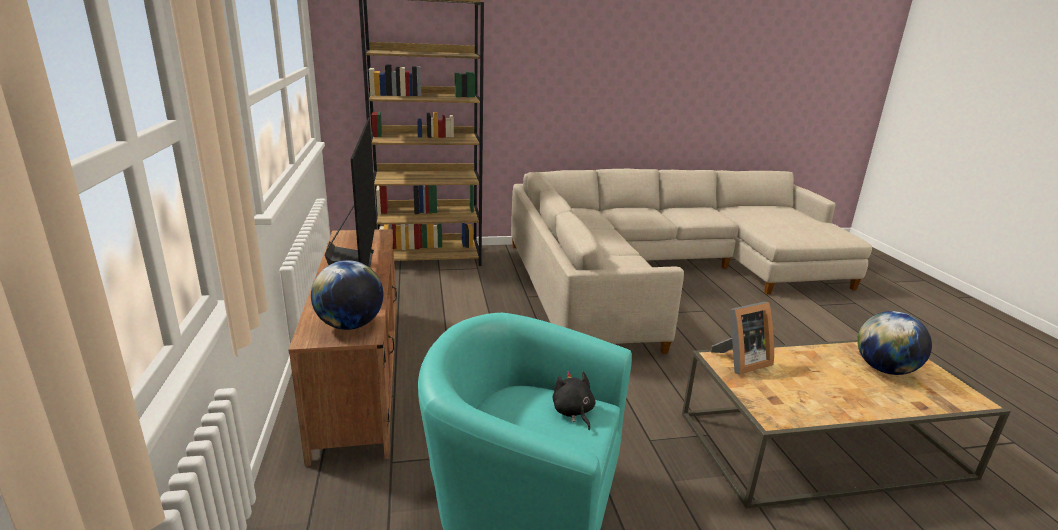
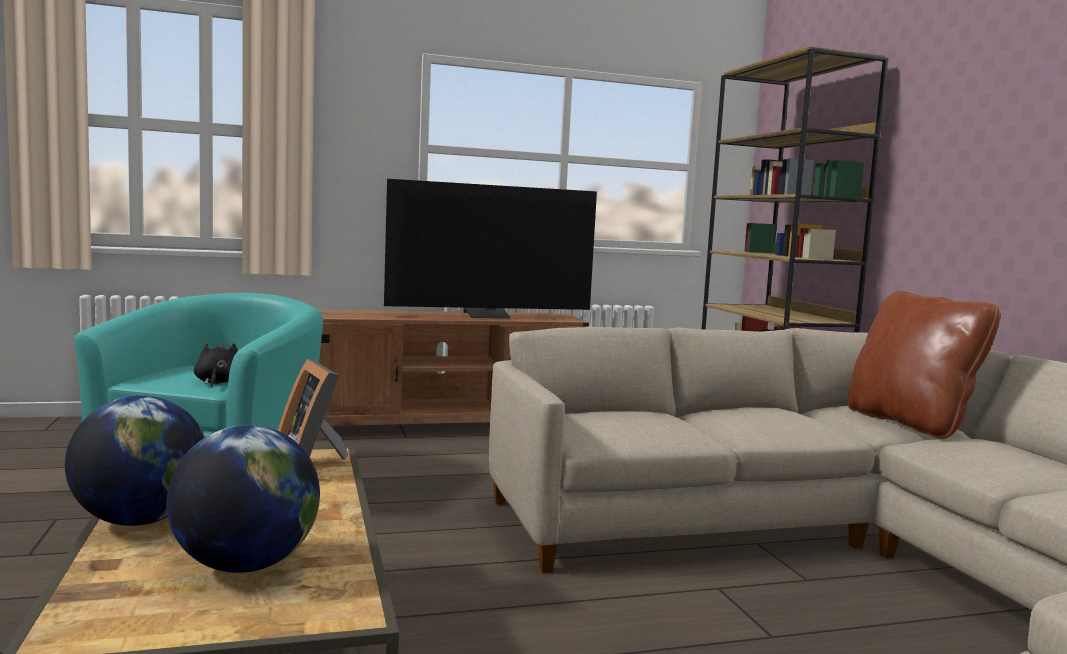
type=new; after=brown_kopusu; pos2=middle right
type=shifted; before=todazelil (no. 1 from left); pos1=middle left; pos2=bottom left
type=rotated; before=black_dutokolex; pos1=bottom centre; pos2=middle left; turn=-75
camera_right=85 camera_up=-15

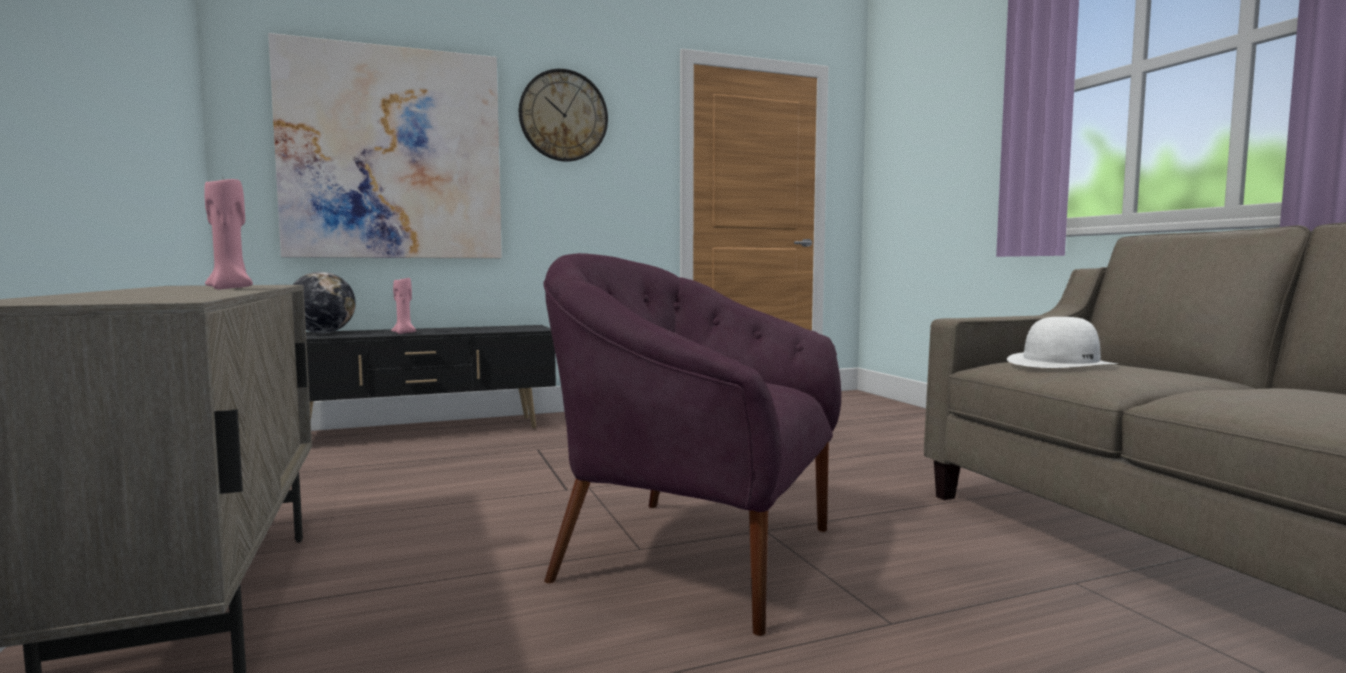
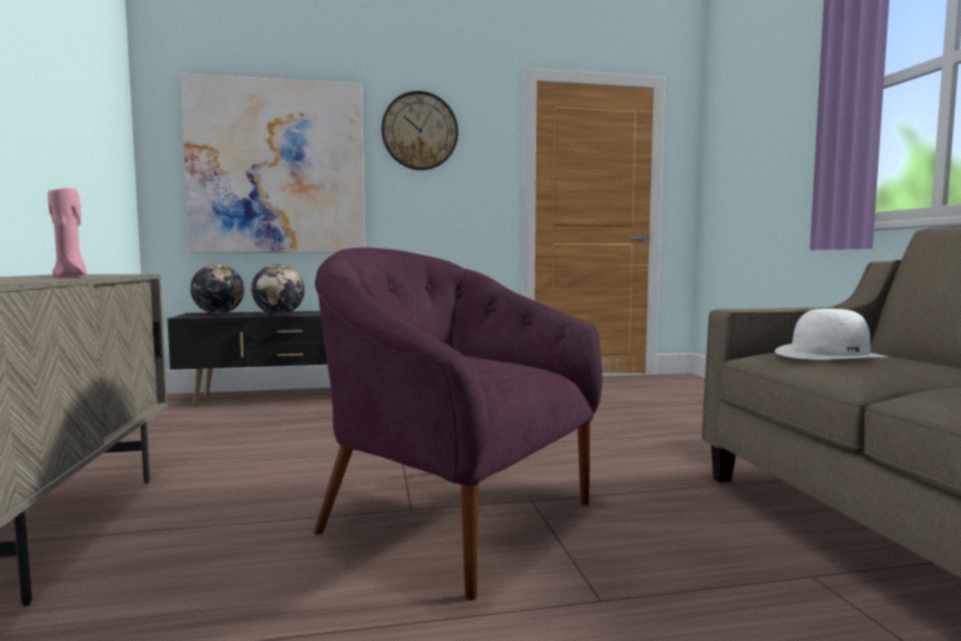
type=swapped; before=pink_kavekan (no. 2 from left); after=todazelil (no. 2 from left); pos1=middle left; pos2=middle left
camera_right=10 camera_up=0

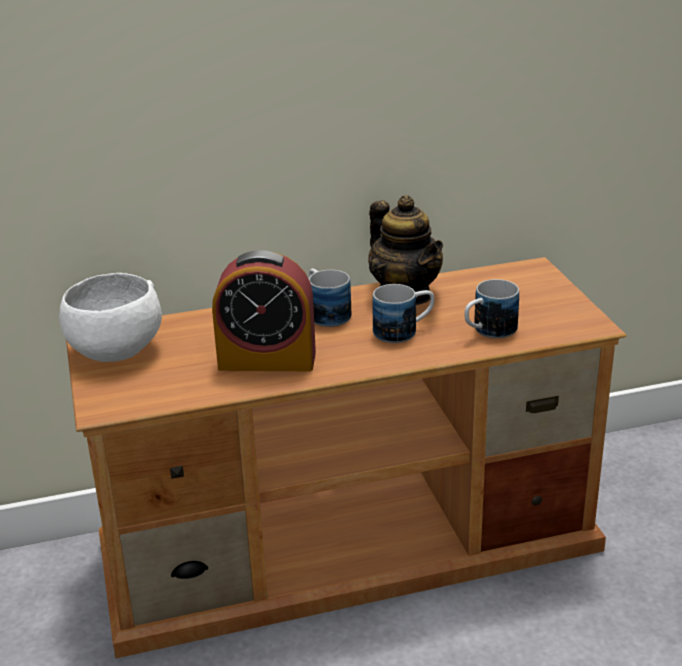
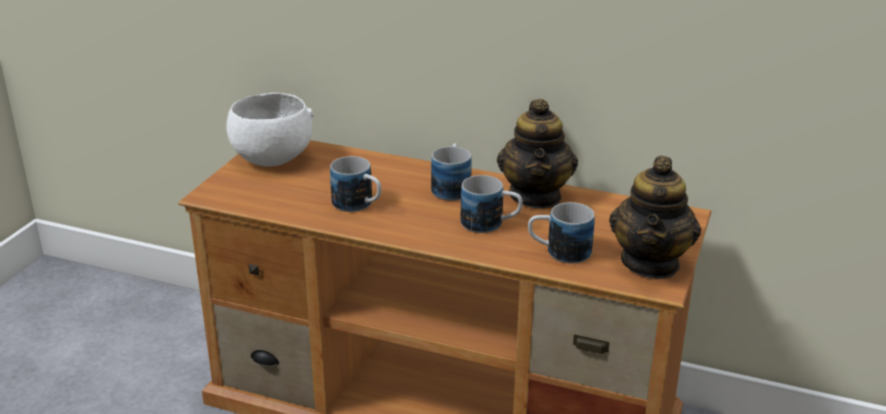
type=new; after=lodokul (no. 2 from left); pos2=middle right
type=swapped; before=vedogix; after=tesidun (no. 1 from left); pos1=centre; pos2=centre
camera_right=35 camera_up=0

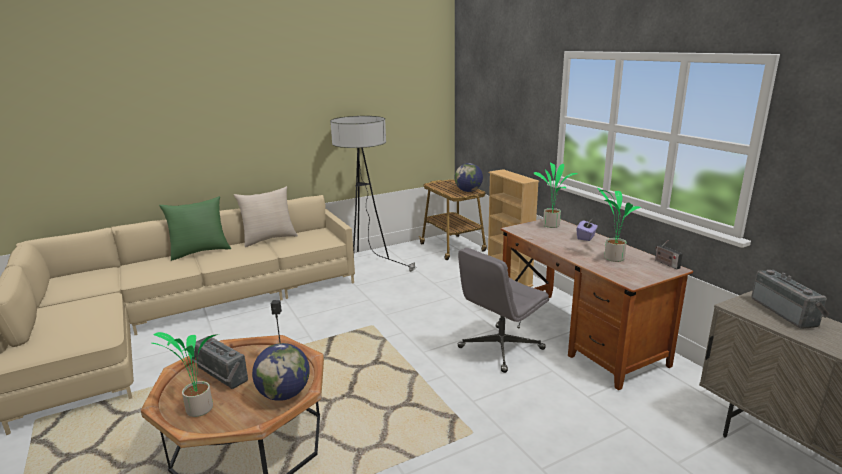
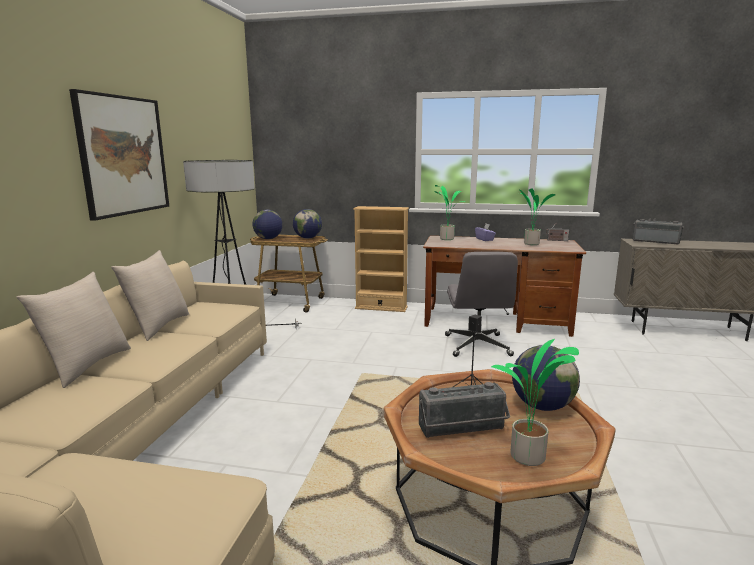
type=new; after=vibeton; pos2=top left
type=new; after=todazelil (no. 1 from left); pos2=centre
type=repainted; before=green_kopusu; after=beige_kopusu (no. 1 from left); pos1=middle left; pos2=middle left
camera_right=-50 camera_up=-5

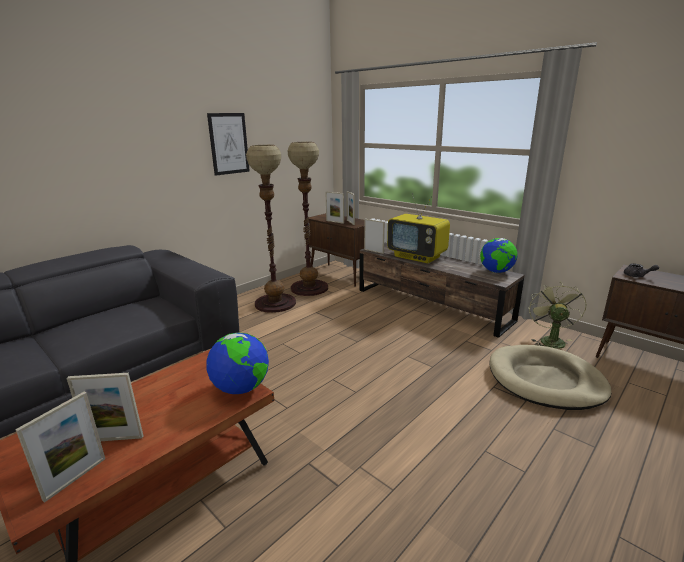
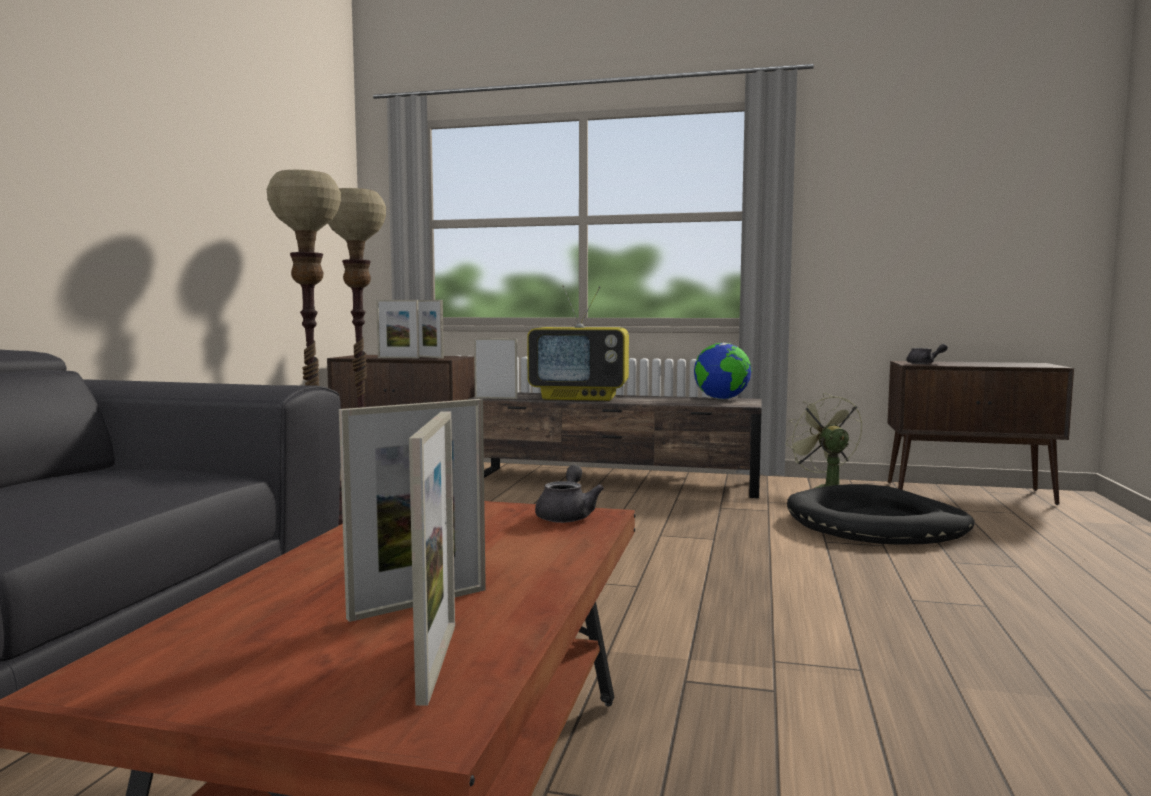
type=gone; before=vibeton; pos1=top centre
type=swapped; before=todazelil (no. 1 from left); after=grey_lodokul (no. 1 from left); pos1=centre; pos2=centre
type=repainted; before=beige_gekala; after=black_gekala; pos1=bottom right; pos2=middle right
camera_right=-30 camera_up=-15

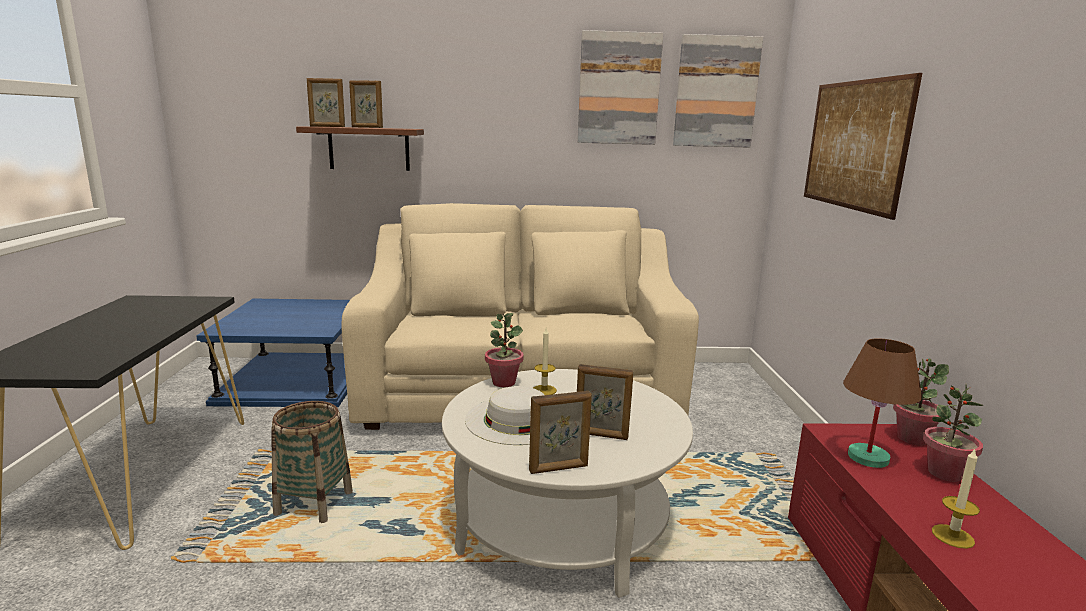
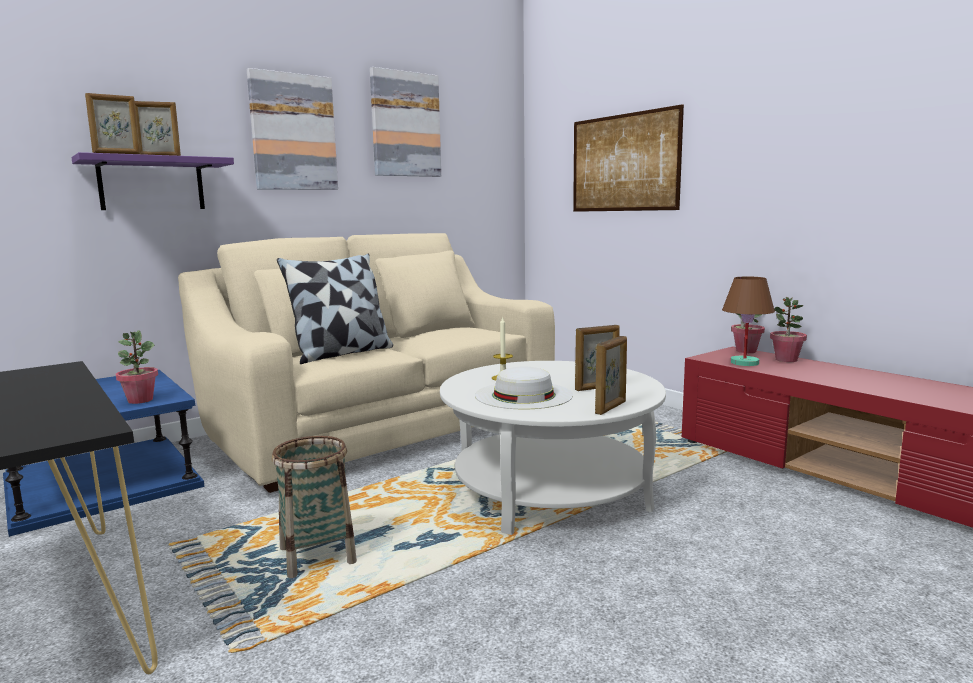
type=gone; before=kavekan (no. 2 from left); pos1=bottom right
type=new; after=kopusu; pos2=centre
type=shifted; before=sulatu (no. 1 from left); pos1=centre; pos2=middle left
type=shifted; before=vibeton (no. 2 from left in the first image); after=vibeton (no. 1 from left); pos1=top centre; pos2=top left
type=repainted; before=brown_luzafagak; after=purple_luzafagak; pos1=top left; pos2=top left
camera_right=-35 camera_up=-5

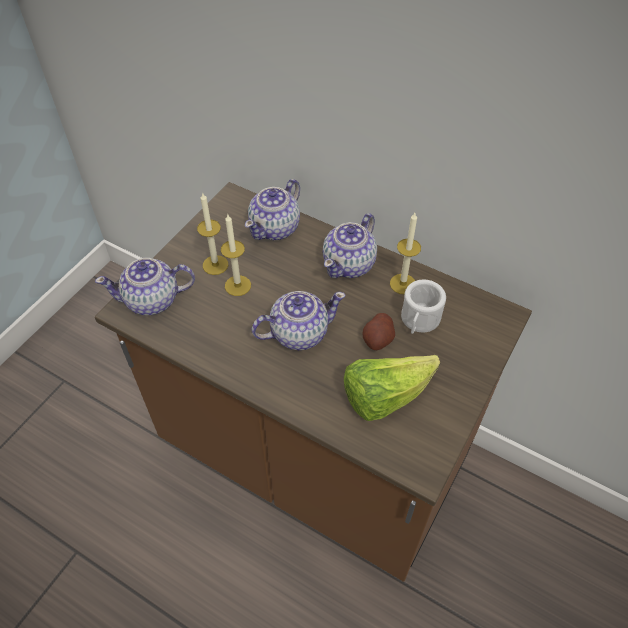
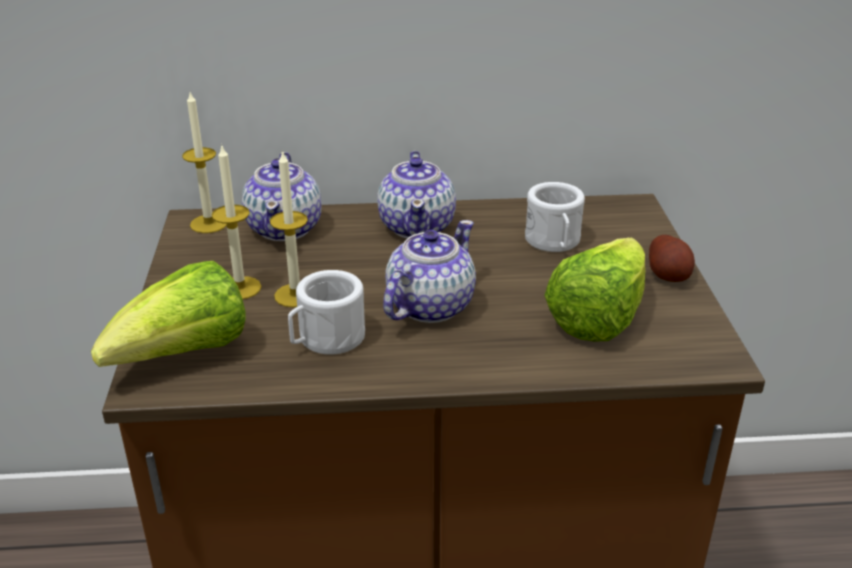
type=new; after=white_tesidun (no. 1 from left); pos2=centre
type=shifted; before=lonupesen; pos1=centre; pos2=middle right
type=shifted; before=kavekan (no. 3 from left in the first image); after=kavekan (no. 1 from left); pos1=centre; pos2=top left
type=swapped; before=lodokul (no. 1 from left); after=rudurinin (no. 1 from left); pos1=middle left; pos2=middle left
camera_right=-35 camera_up=-20

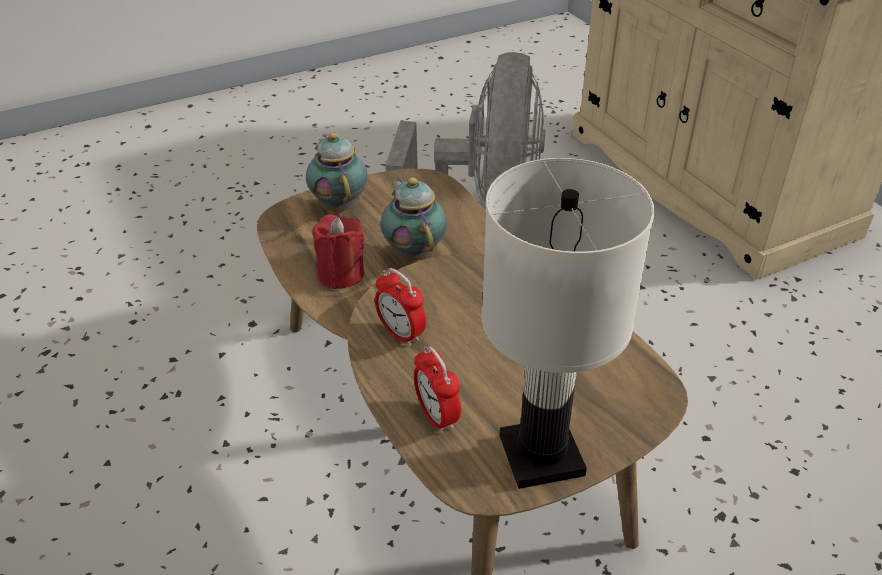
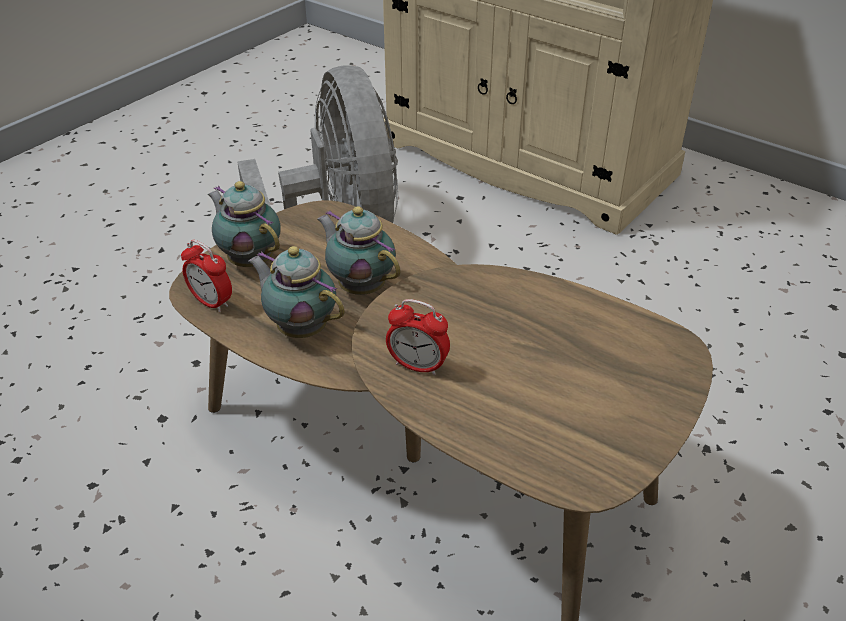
type=gone; before=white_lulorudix; pos1=centre
type=shifted; before=vedogix (no. 2 from left in the first image); after=vedogix (no. 1 from left); pos1=bottom centre; pos2=middle left
type=swapped; before=red_kavekan; after=lodokul (no. 2 from left); pos1=centre; pos2=centre
camera_right=-25 camera_up=0

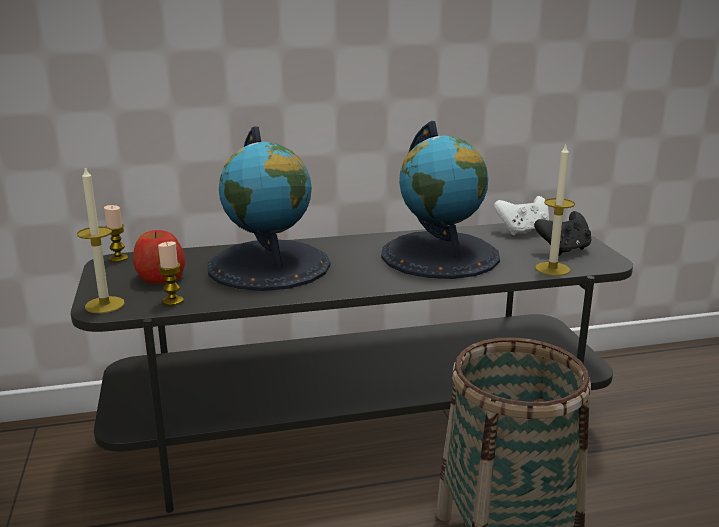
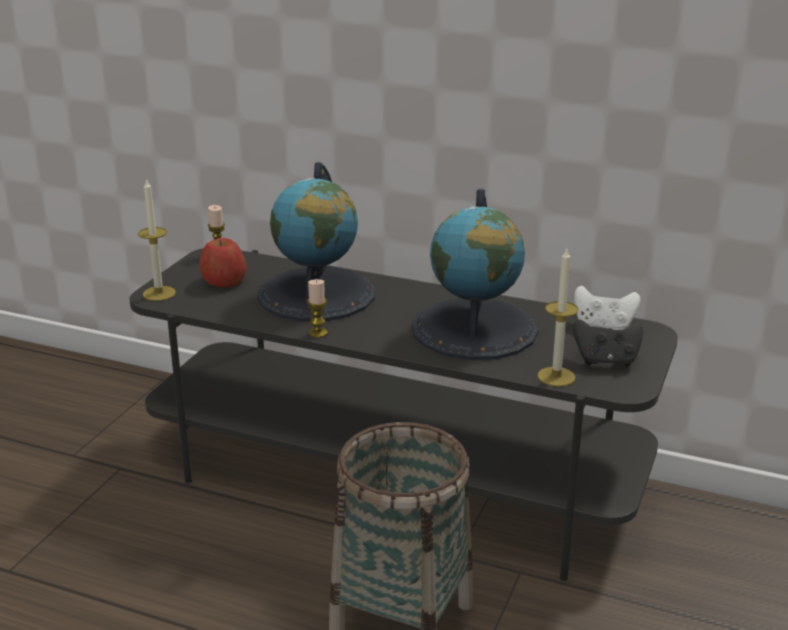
type=shifted; before=kavekan (no. 3 from left); pos1=middle left; pos2=centre
camera_right=35 camera_up=5

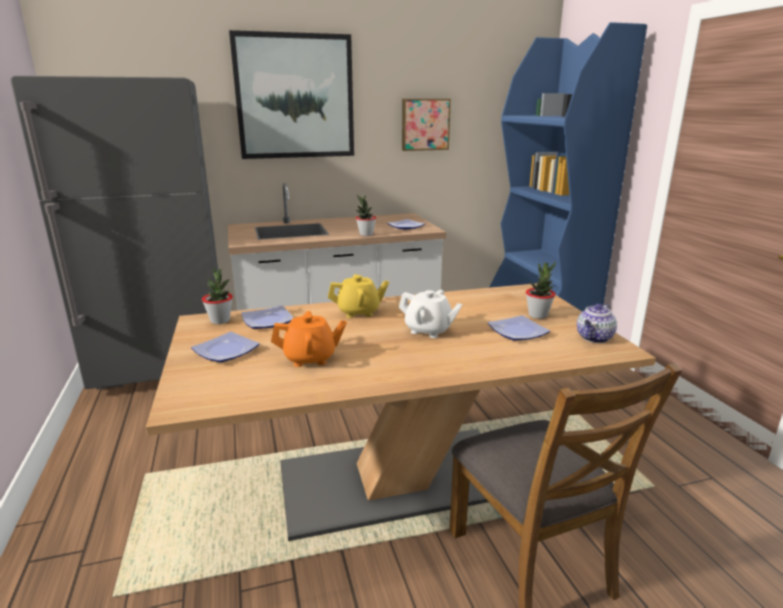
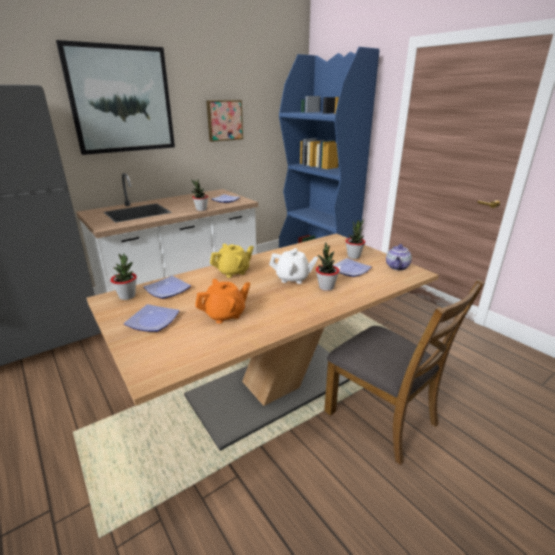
type=new; after=sulatu (no. 3 from left); pos2=centre
camera_right=-20 camera_up=5

